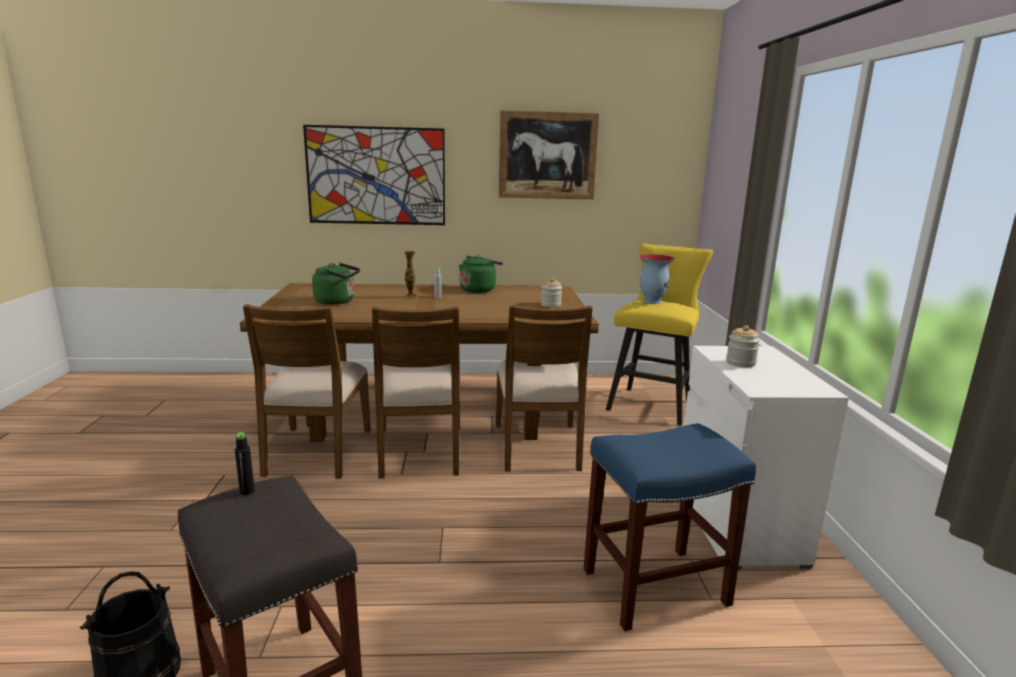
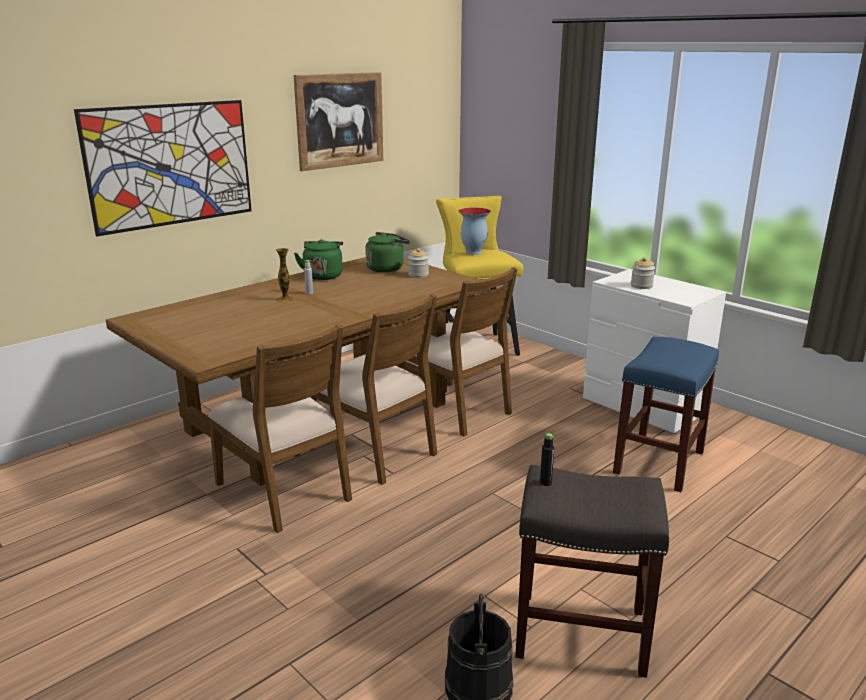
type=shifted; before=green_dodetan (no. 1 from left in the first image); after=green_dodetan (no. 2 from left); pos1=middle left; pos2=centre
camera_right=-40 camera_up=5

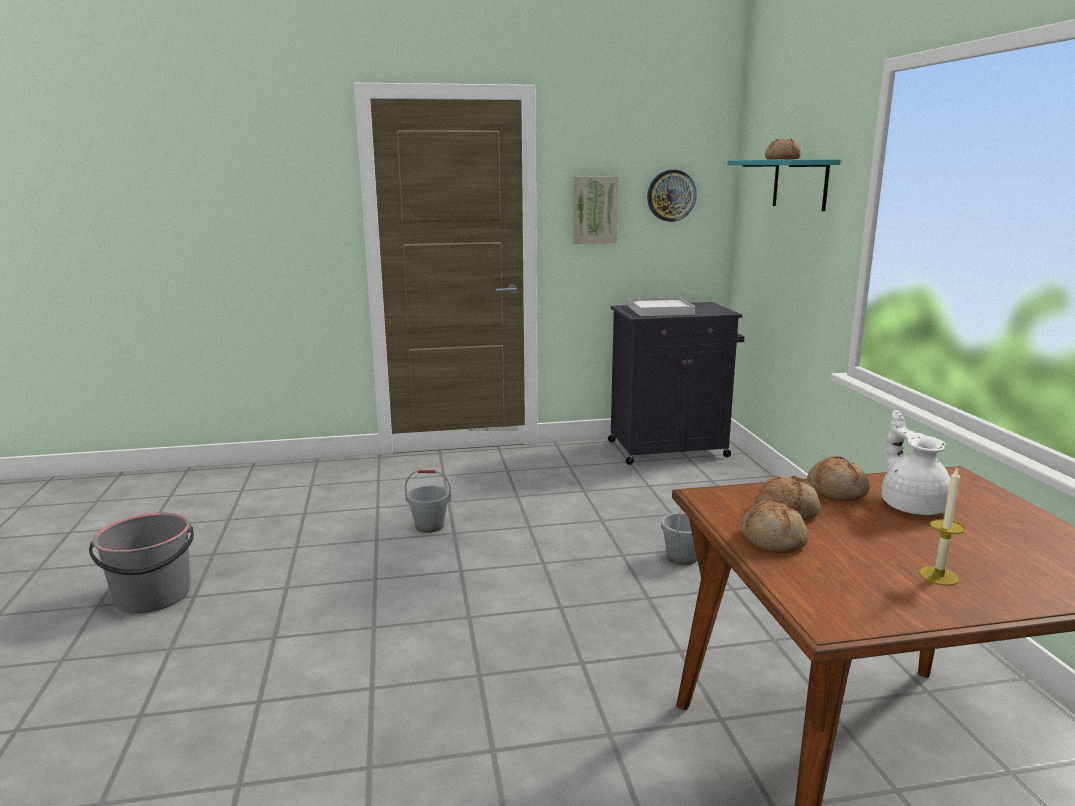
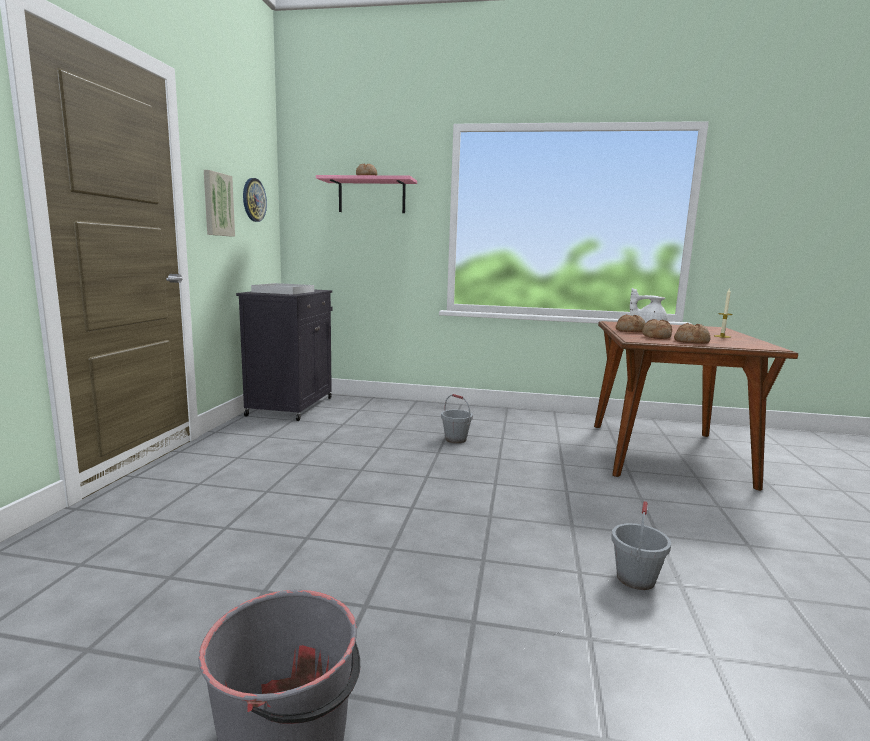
type=shifted; before=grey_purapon (no. 2 from left in the first image); after=grey_purapon (no. 3 from left); pos1=centre; pos2=bottom right
type=repainted; before=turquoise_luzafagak; after=pink_luzafagak; pos1=top right; pos2=top centre
camera_right=-70 camera_up=-5

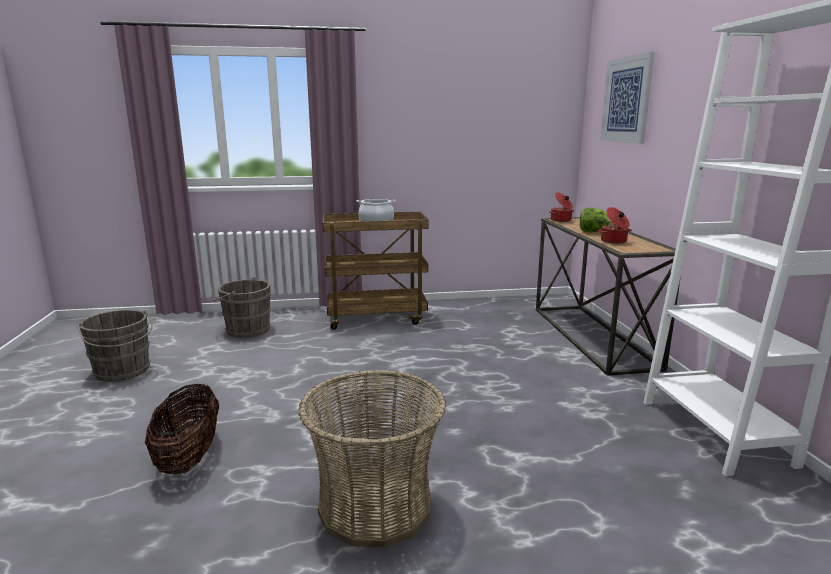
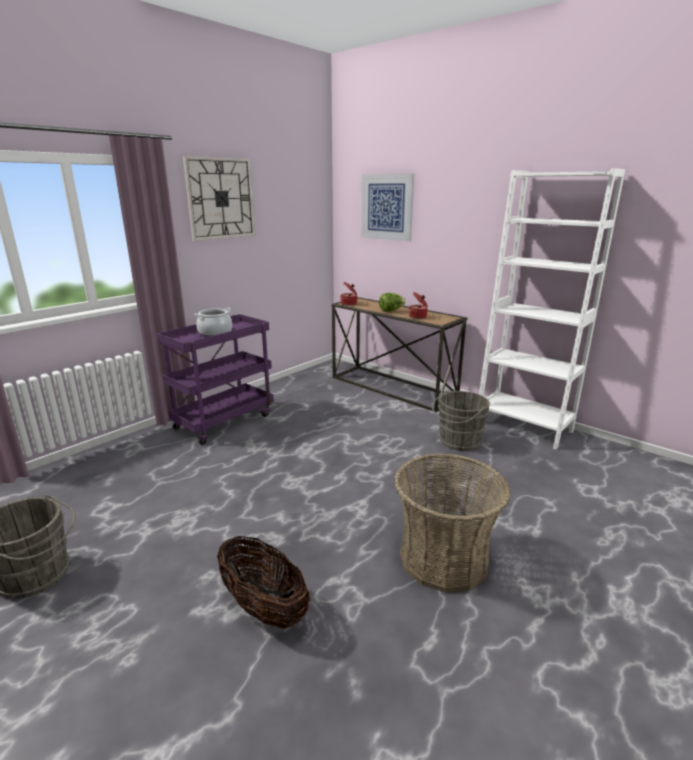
type=new; after=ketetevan; pos2=top left
type=shifted; before=grey_purapon (no. 2 from left); pos1=middle left; pos2=centre
type=repainted; before=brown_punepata; after=purple_punepata; pos1=centre; pos2=middle left
camera_right=-40 camera_up=5

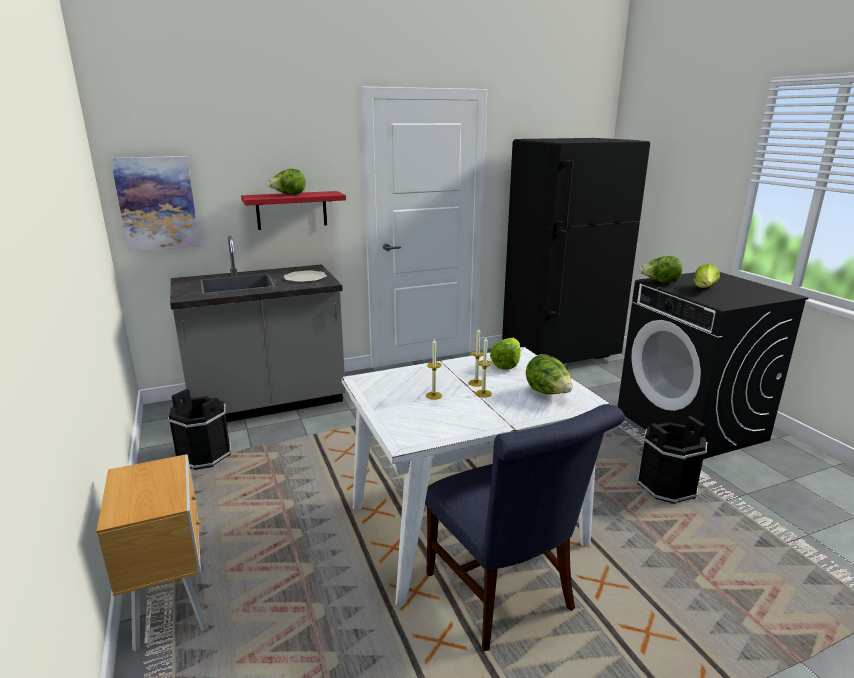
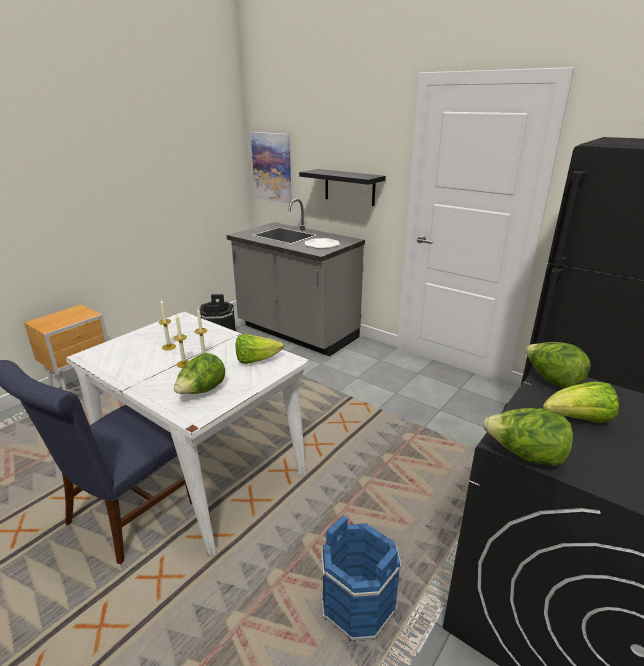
type=shifted; before=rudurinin (no. 1 from left in the first image); after=rudurinin (no. 3 from left); pos1=top centre; pos2=middle right
type=repainted; before=red_luzafagak; after=black_luzafagak; pos1=top centre; pos2=top centre
type=repainted; before=black_purapon (no. 2 from left); after=blue_purapon; pos1=bottom right; pos2=bottom centre
camera_right=60 camera_up=5

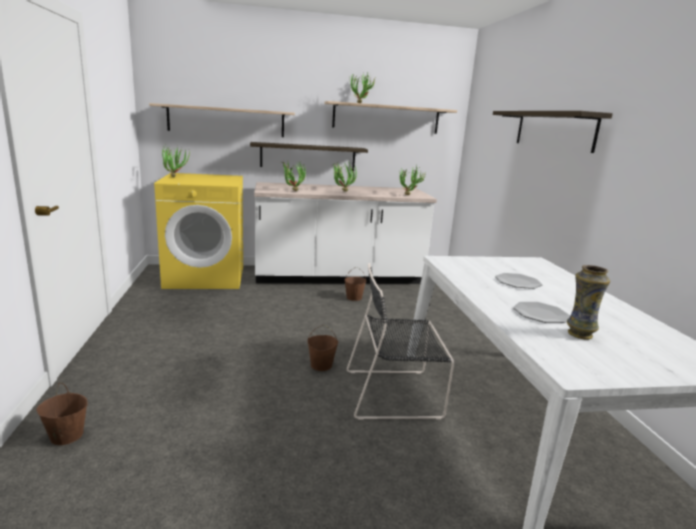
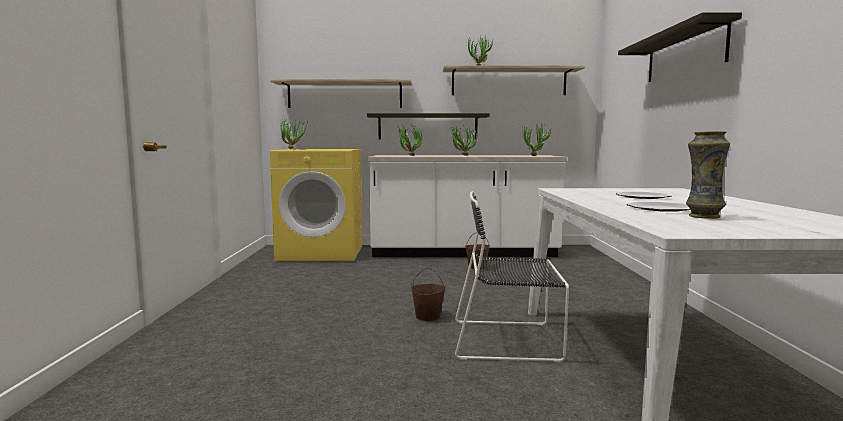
type=gone; before=brown_purapon (no. 1 from left); pos1=bottom left
camera_right=10 camera_up=-10

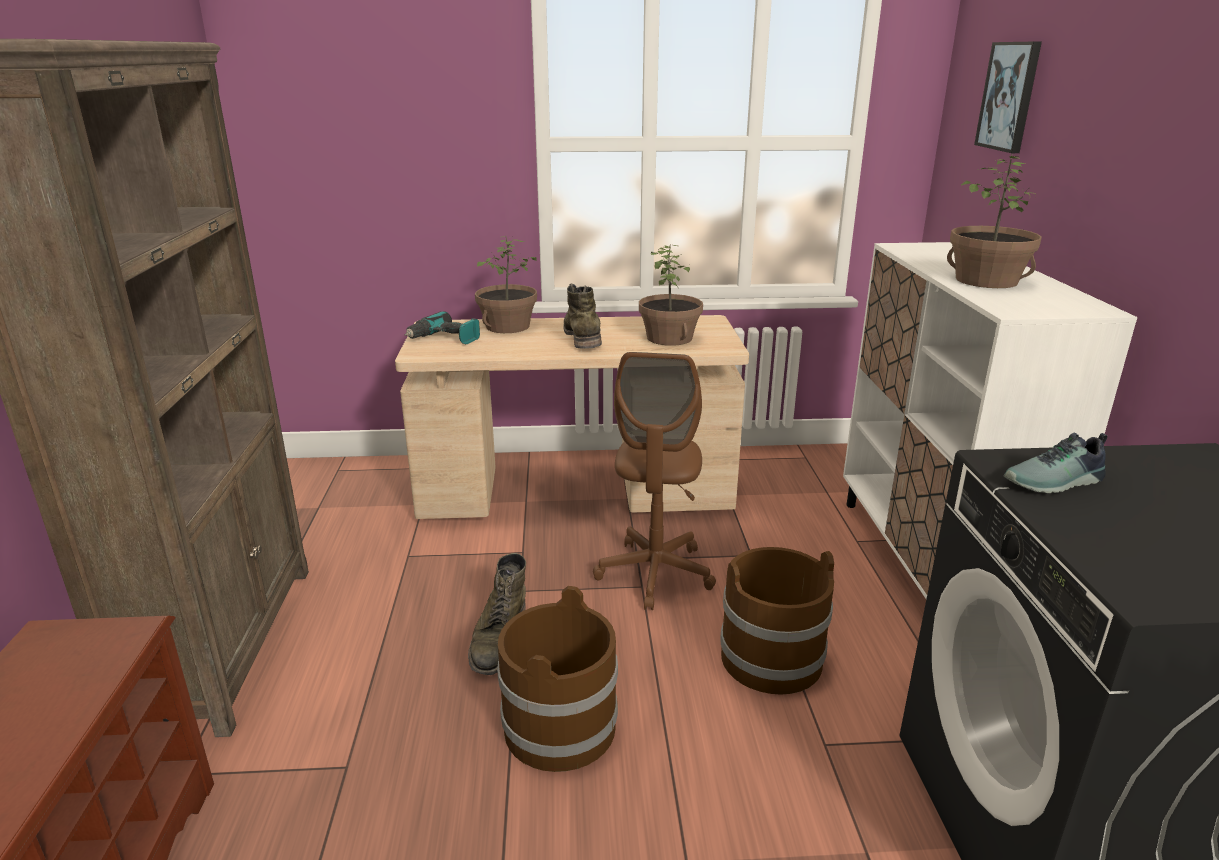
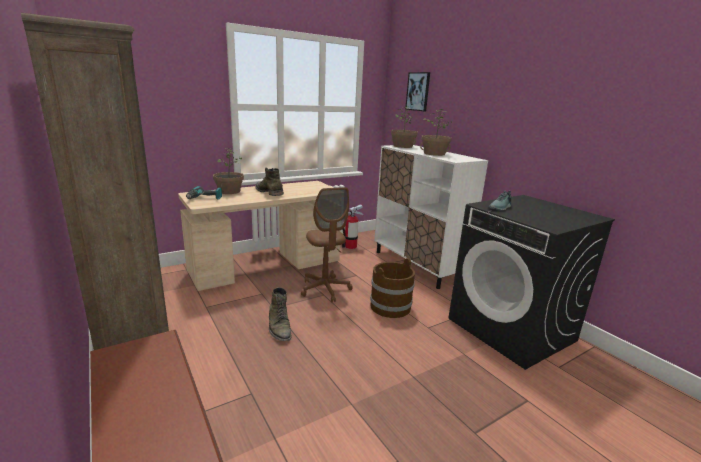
type=gone; before=brown_purapon (no. 1 from left); pos1=bottom centre
type=new; after=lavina; pos2=centre
type=shifted; before=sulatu (no. 2 from left); pos1=centre; pos2=top centre
camera_right=-30 camera_up=-5

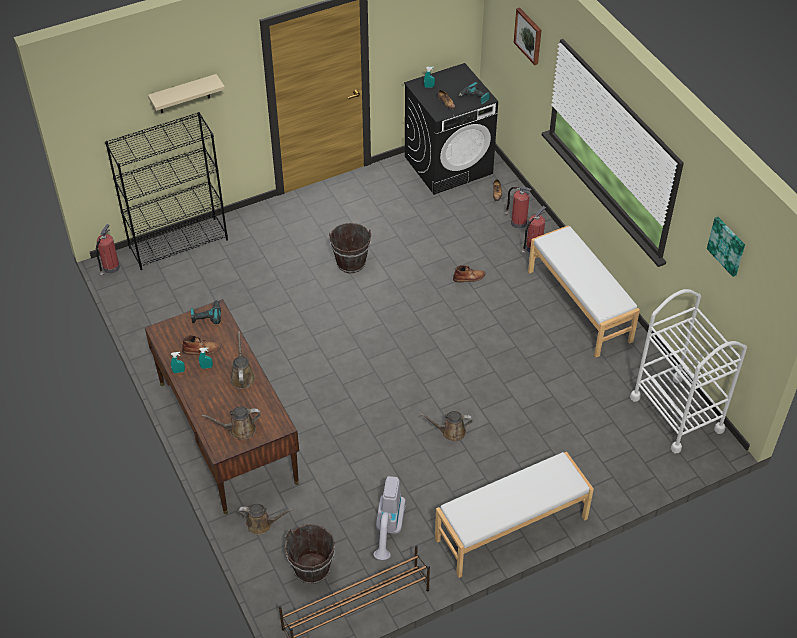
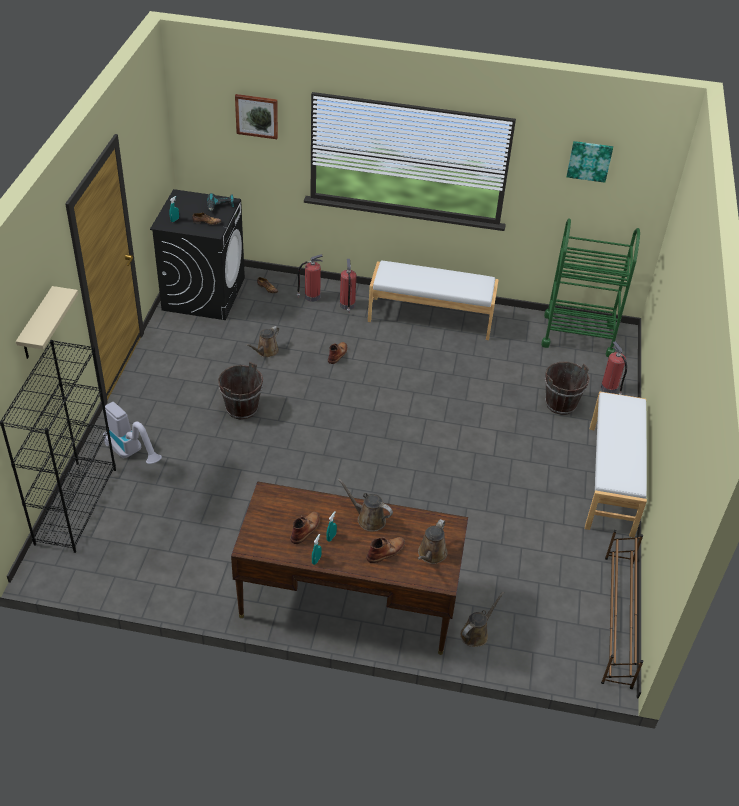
type=gone; before=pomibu (no. 1 from left); pos1=middle left
type=new; after=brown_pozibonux (no. 3 from left); pos2=bottom centre
type=shifted; before=lavina (no. 1 from left in the first image); after=lavina (no. 3 from left); pos1=middle left; pos2=middle right
type=shifted; before=brown_purapon (no. 1 from left in the first image); after=brown_purapon (no. 2 from left); pos1=bottom centre; pos2=middle right
type=shifted; before=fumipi; pos1=bottom centre; pos2=middle left
type=shifted; before=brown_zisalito (no. 4 from left in the first image); after=brown_zisalito (no. 1 from left); pos1=bottom centre; pos2=centre
type=repainted; before=white_punepata; after=green_punepata; pos1=middle right; pos2=middle right
camera_right=-55 camera_up=-5

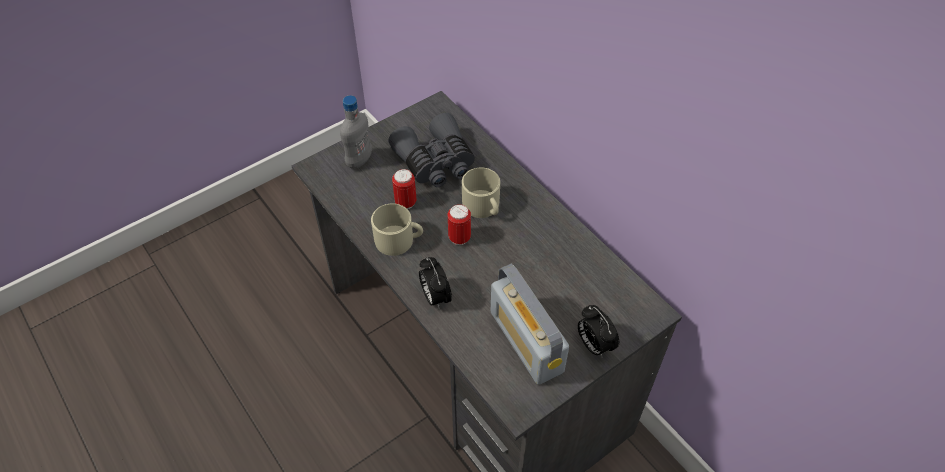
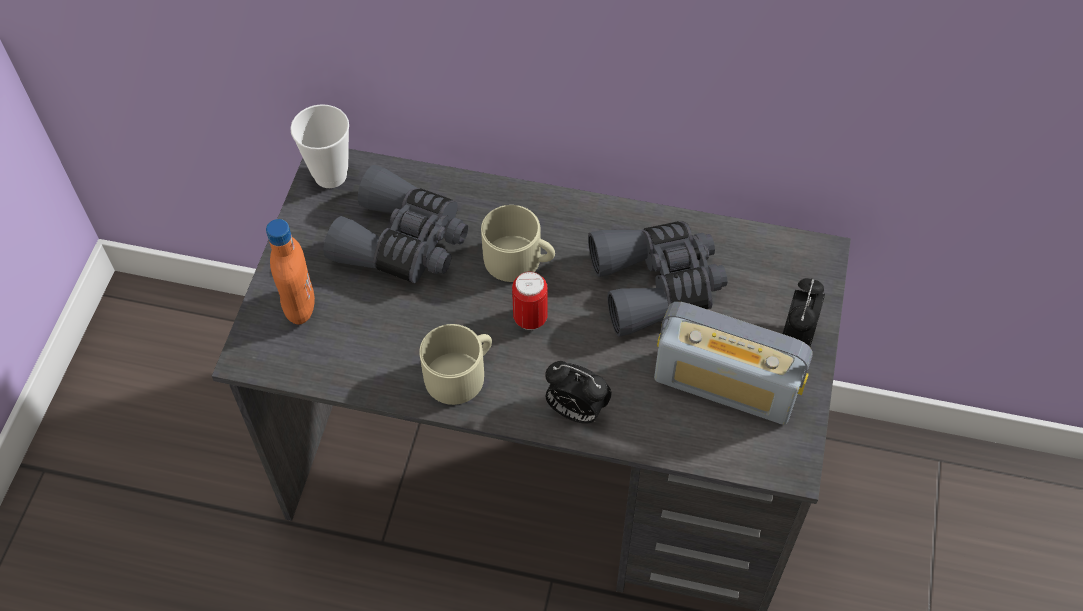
type=gone; before=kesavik (no. 1 from left); pos1=centre
type=new; after=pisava; pos2=top left
type=new; after=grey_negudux (no. 2 from left); pos2=centre
type=repainted; before=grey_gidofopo; after=orange_gidofopo; pos1=top centre; pos2=middle left
type=rotated; before=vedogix (no. 2 from left); pos1=bottom centre; pos2=middle right; turn=90
camera_right=-40 camera_up=5

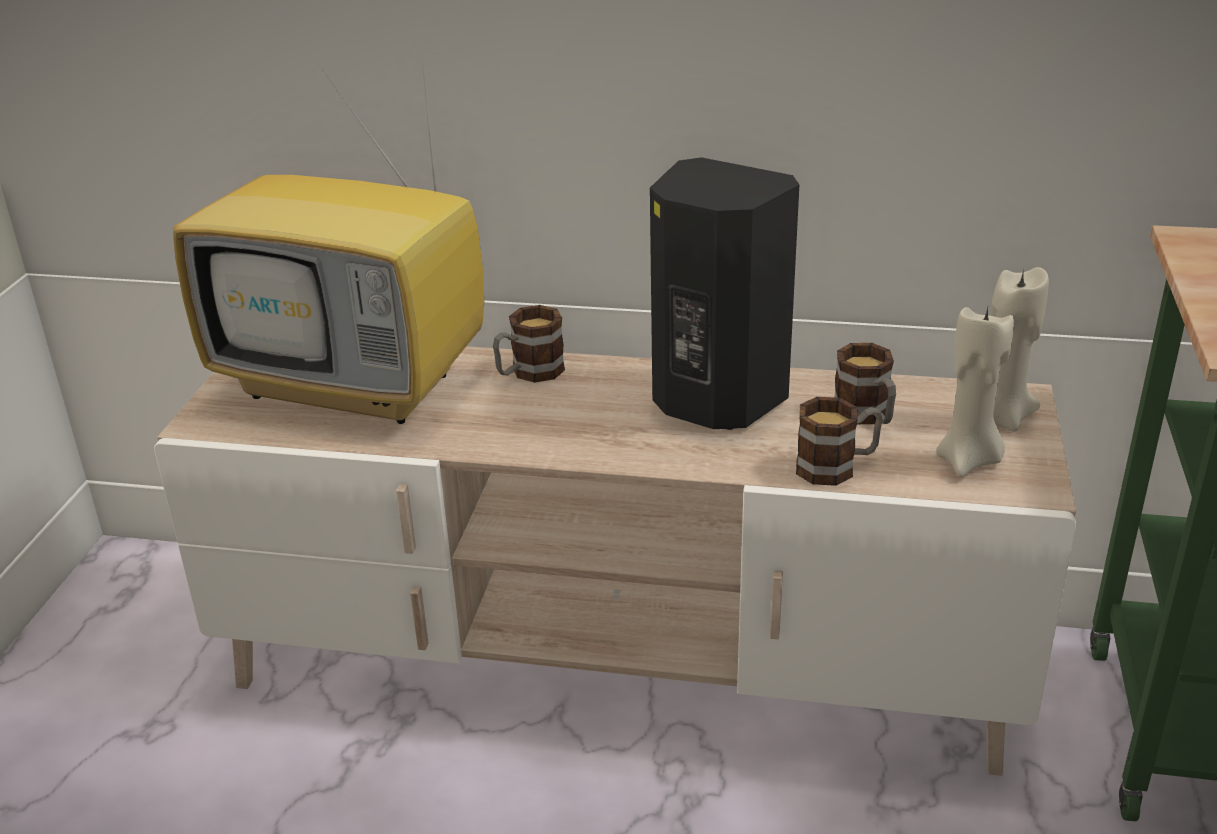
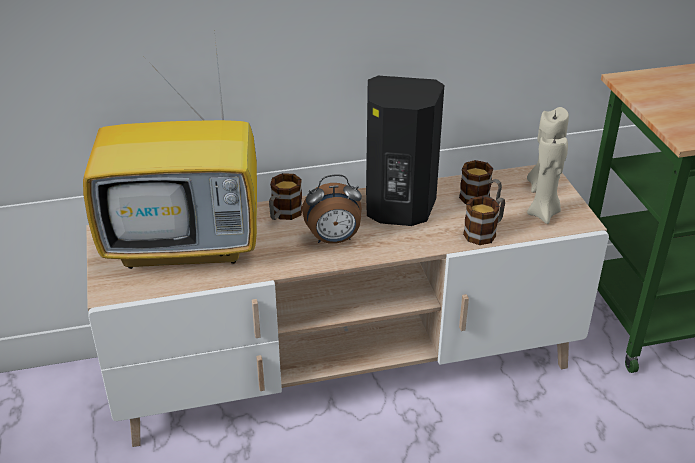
type=new; after=vedogix; pos2=centre
camera_right=-25 camera_up=5

